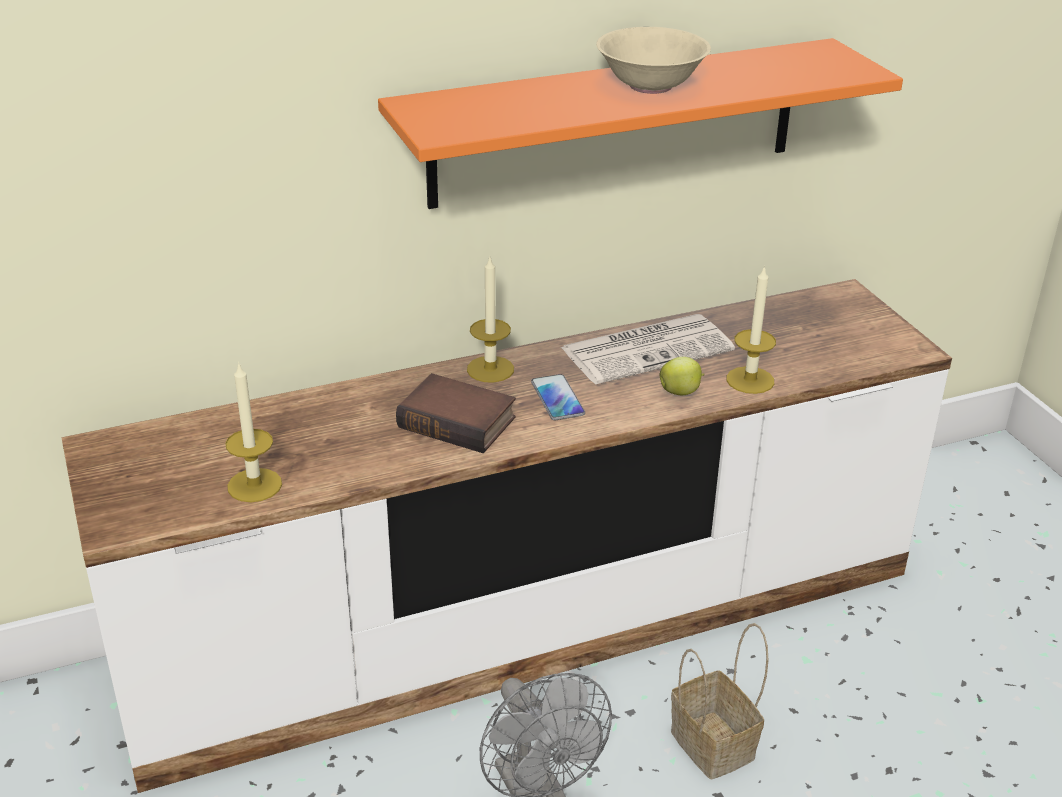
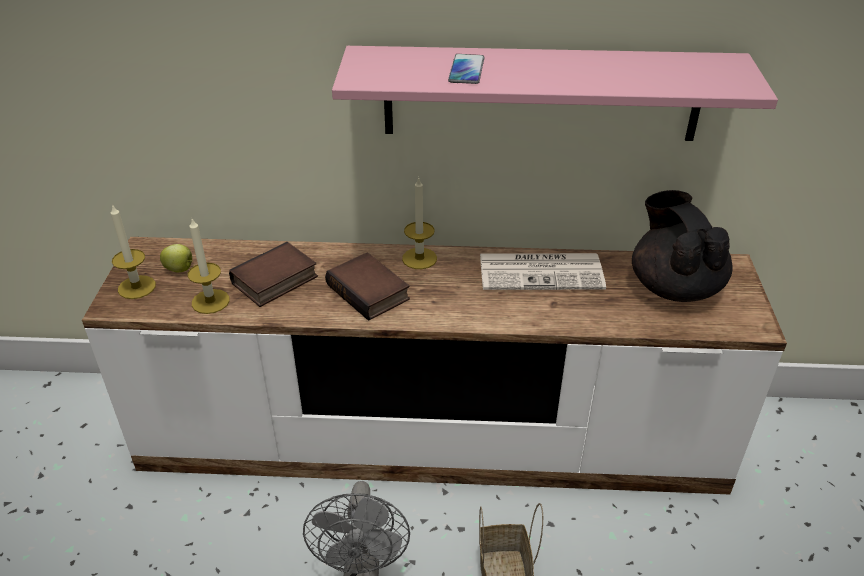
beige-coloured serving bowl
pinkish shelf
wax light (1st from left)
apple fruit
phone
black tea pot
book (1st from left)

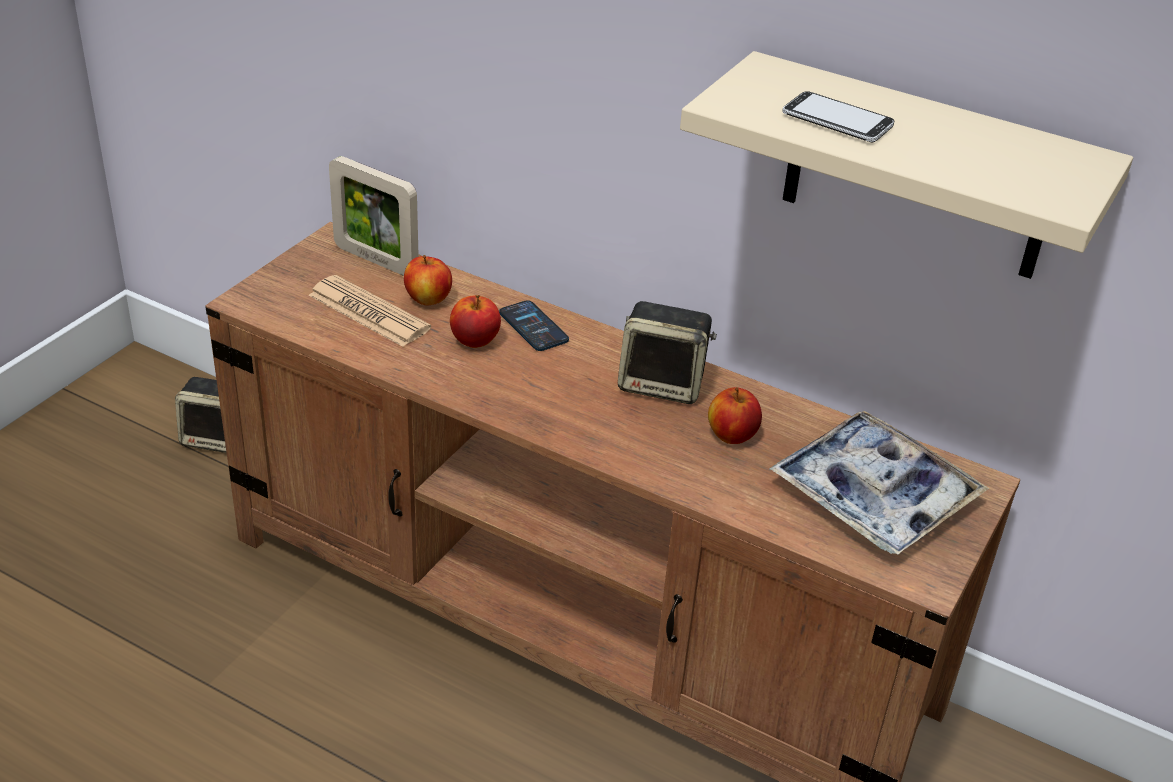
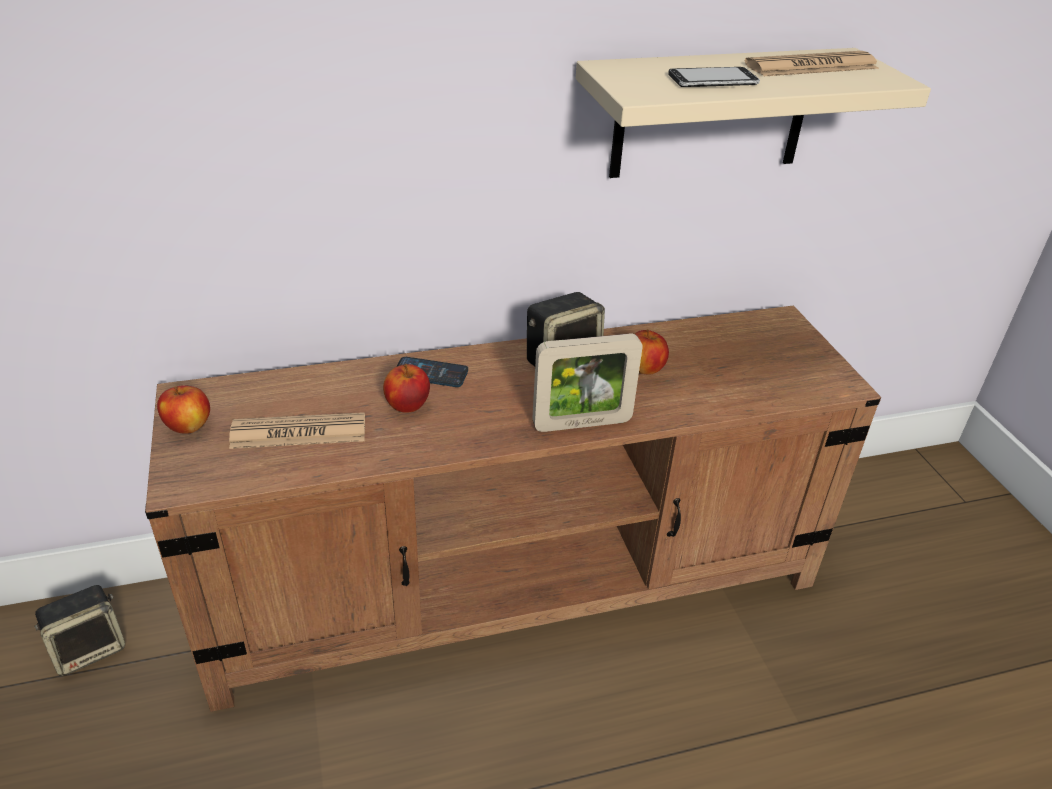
picture frame
apple fruit (1st from left)
serving tray
newspaper (2nd from left)

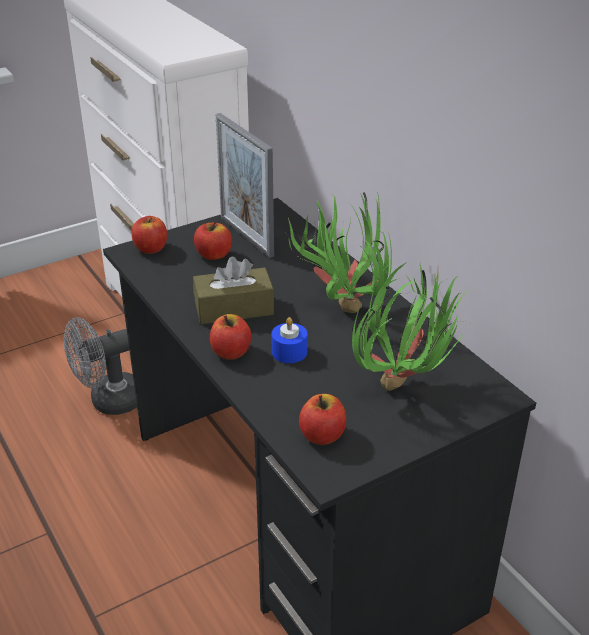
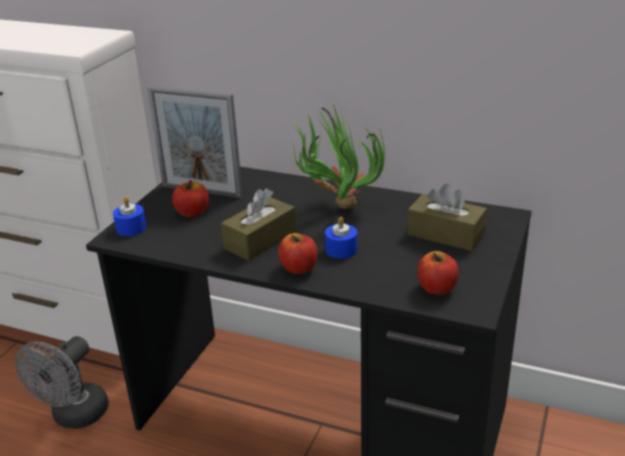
bluish wax light (1st from left)
brownish tissue box (2nd from left)

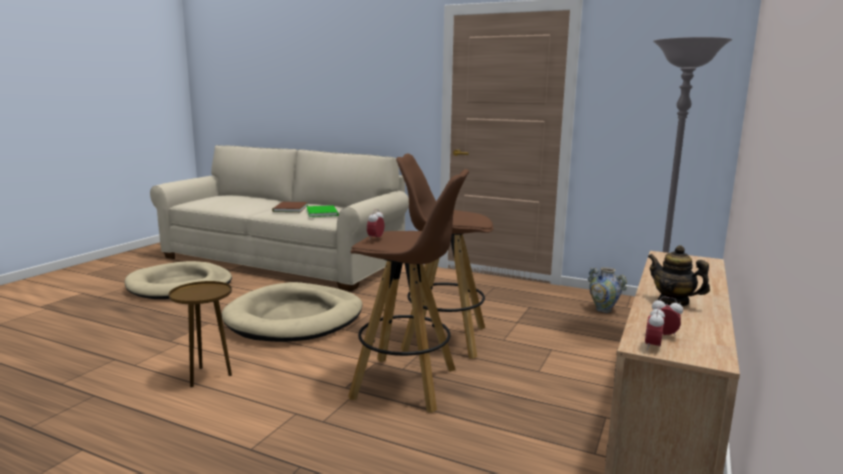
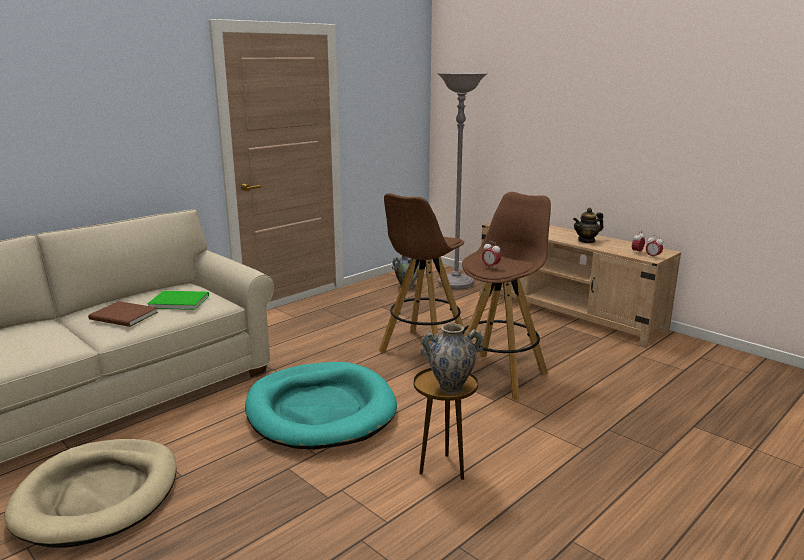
blue-green dog cushion
decorative vase (2nd from left)

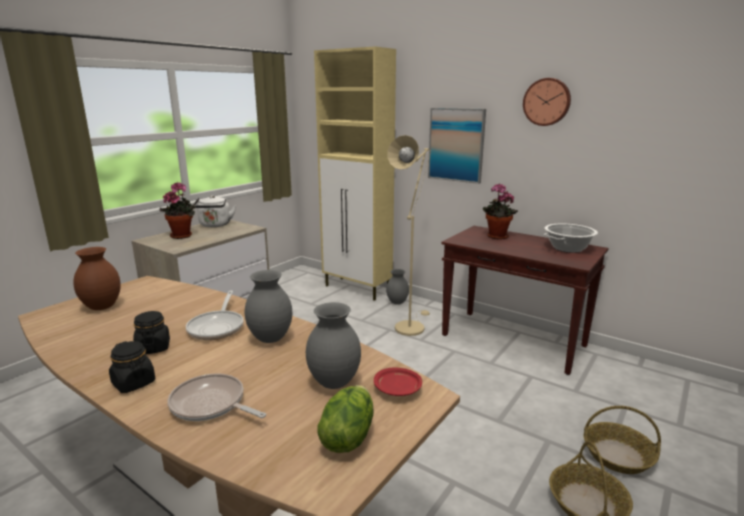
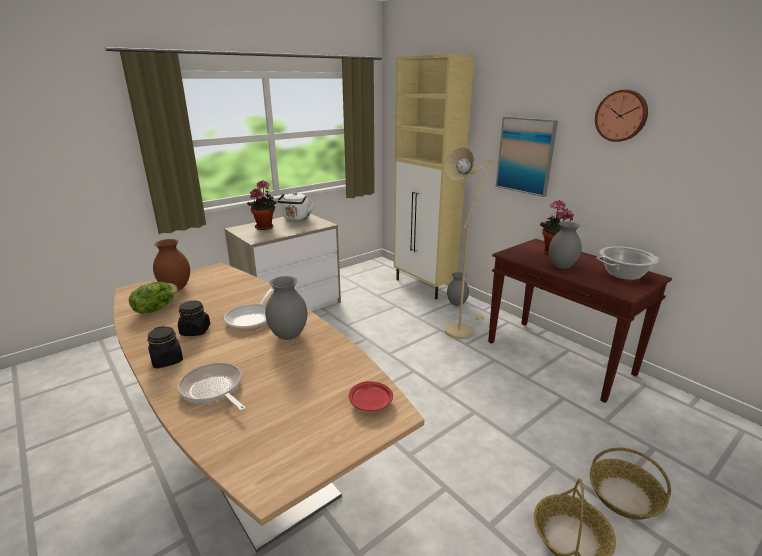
greyish decorative vase (3rd from left)
head of lettuce

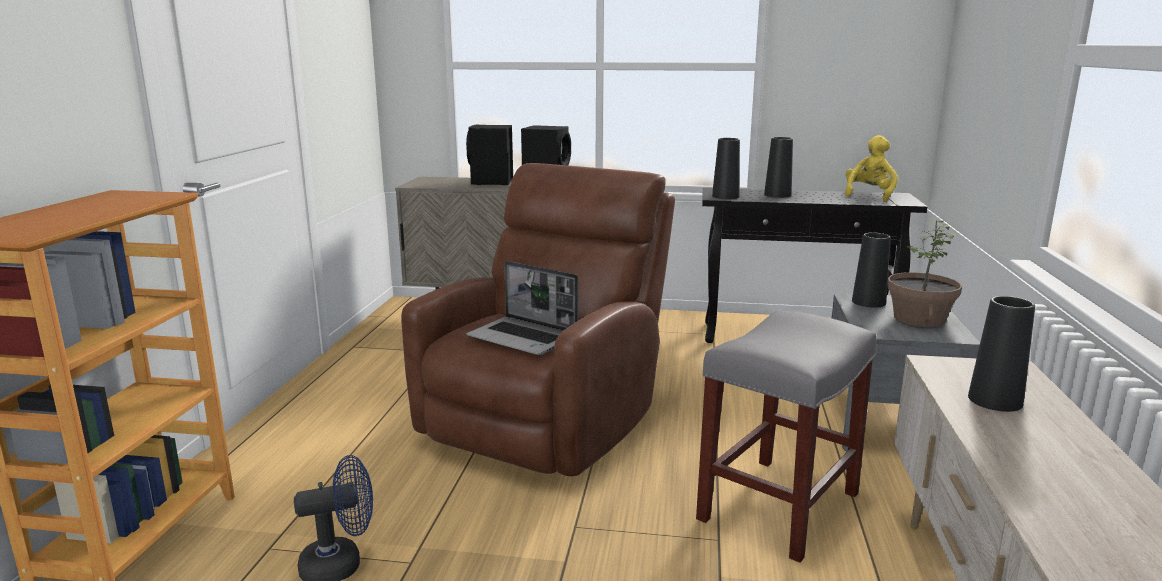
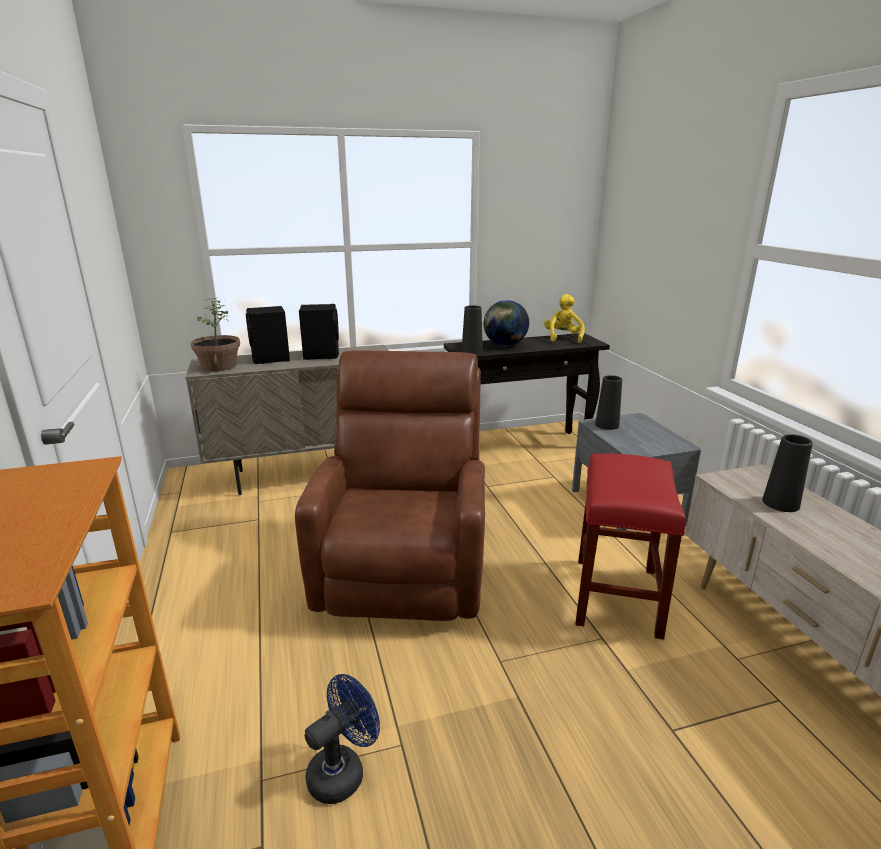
world globe
potted plant
portable computer
red-coloured stool seat

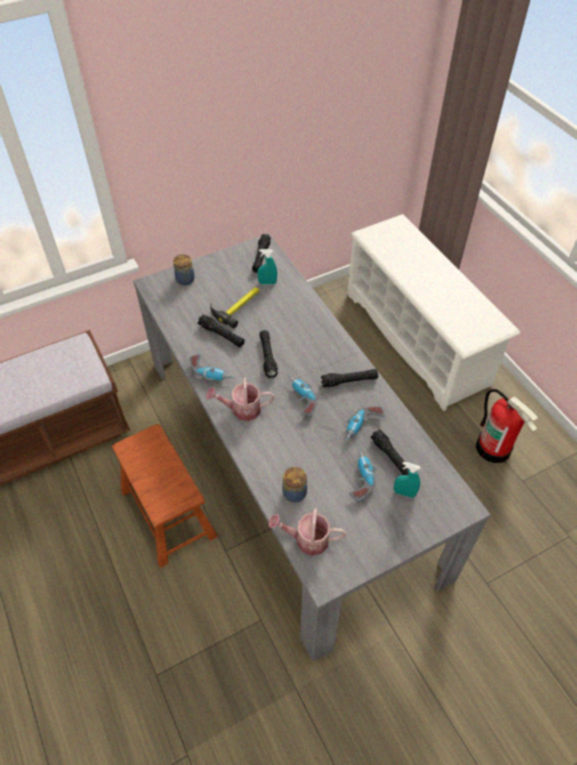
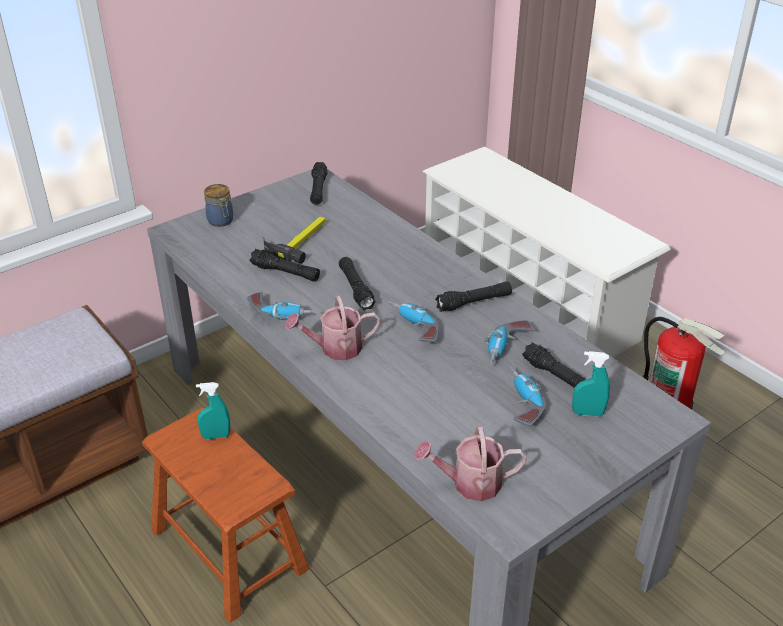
blue-green hand sprayer (1st from left)
preserve jar (2nd from left in the first image)

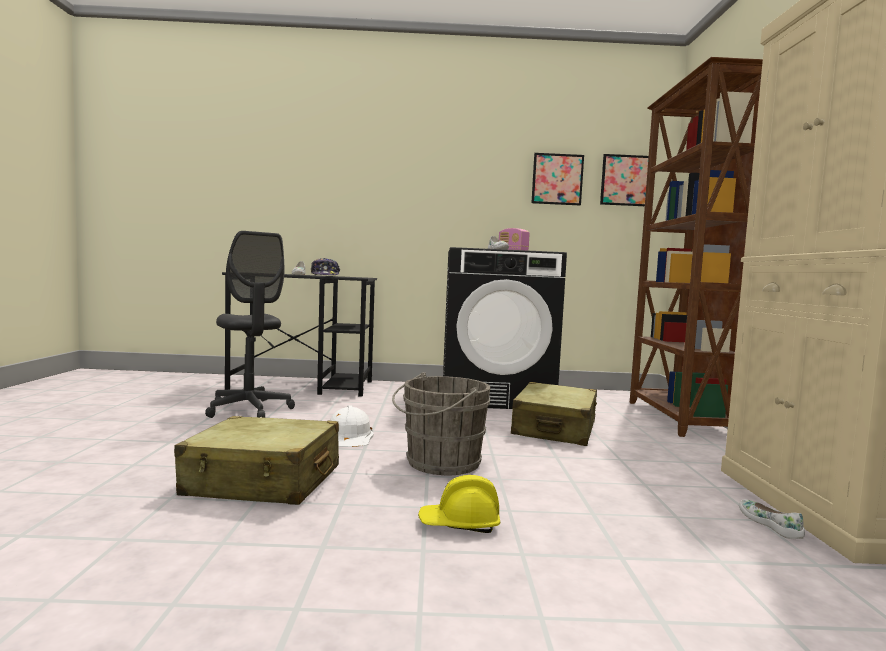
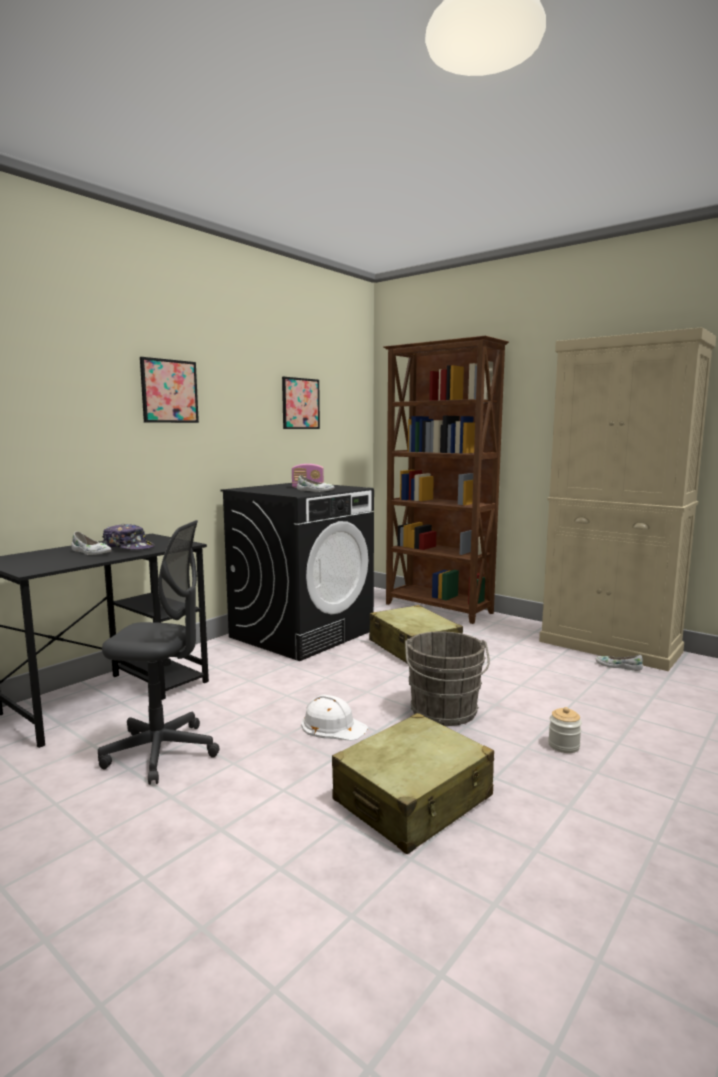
wall picture (1st from left)
preserve jar

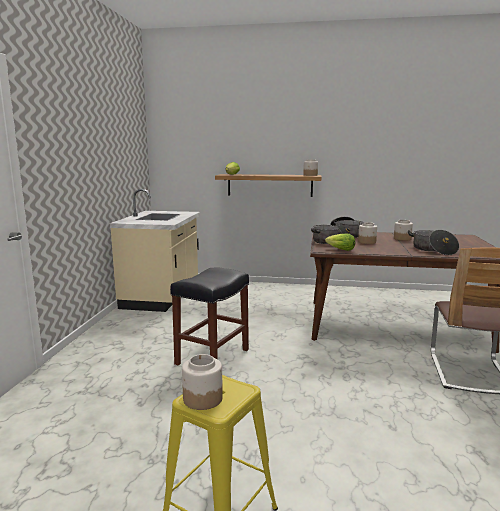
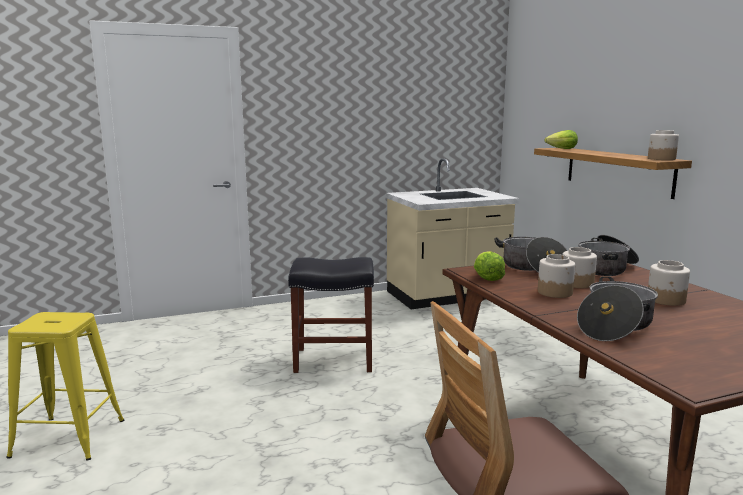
preserve jar (1st from left)

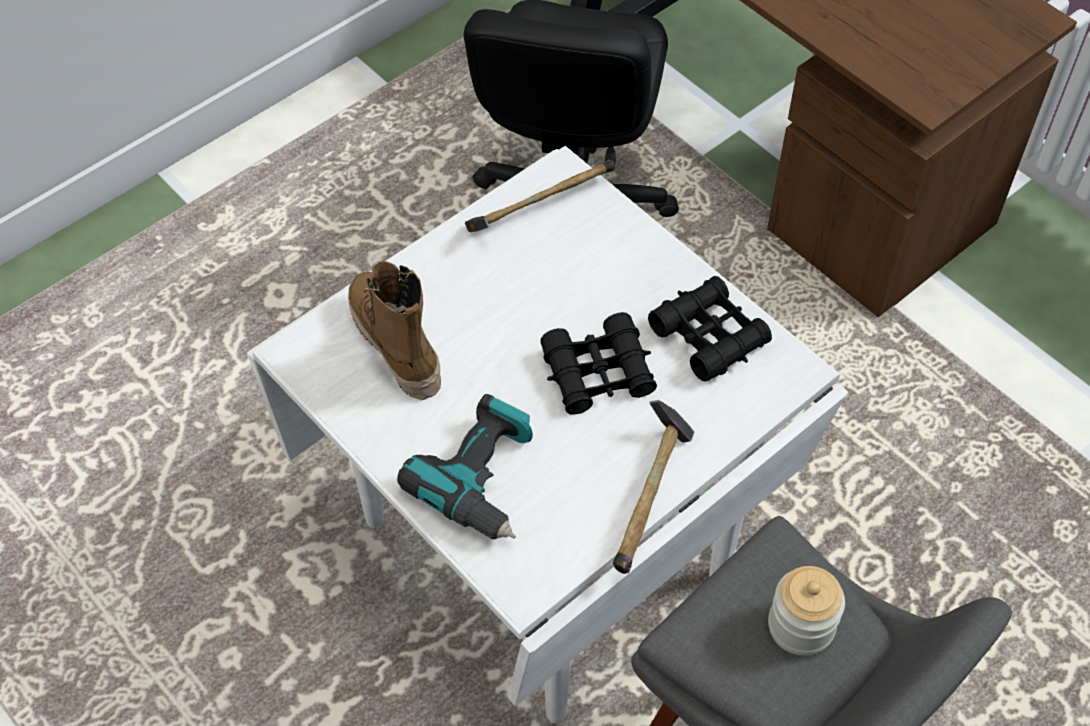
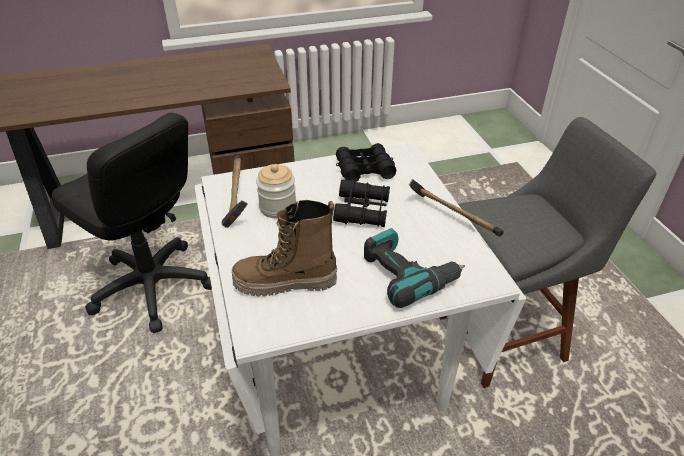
preserve jar

